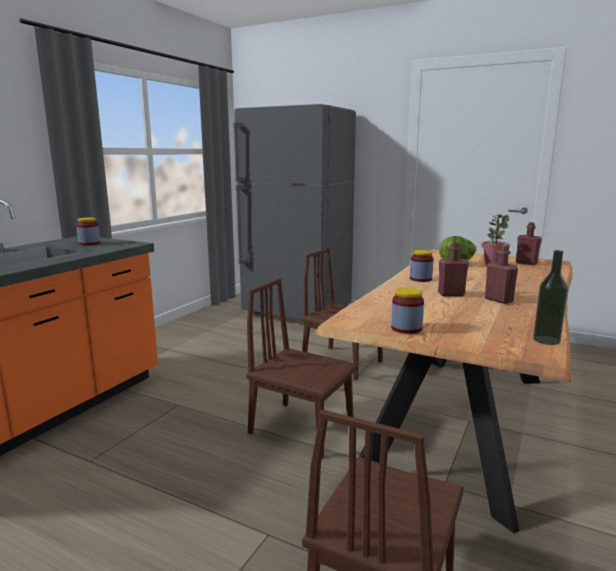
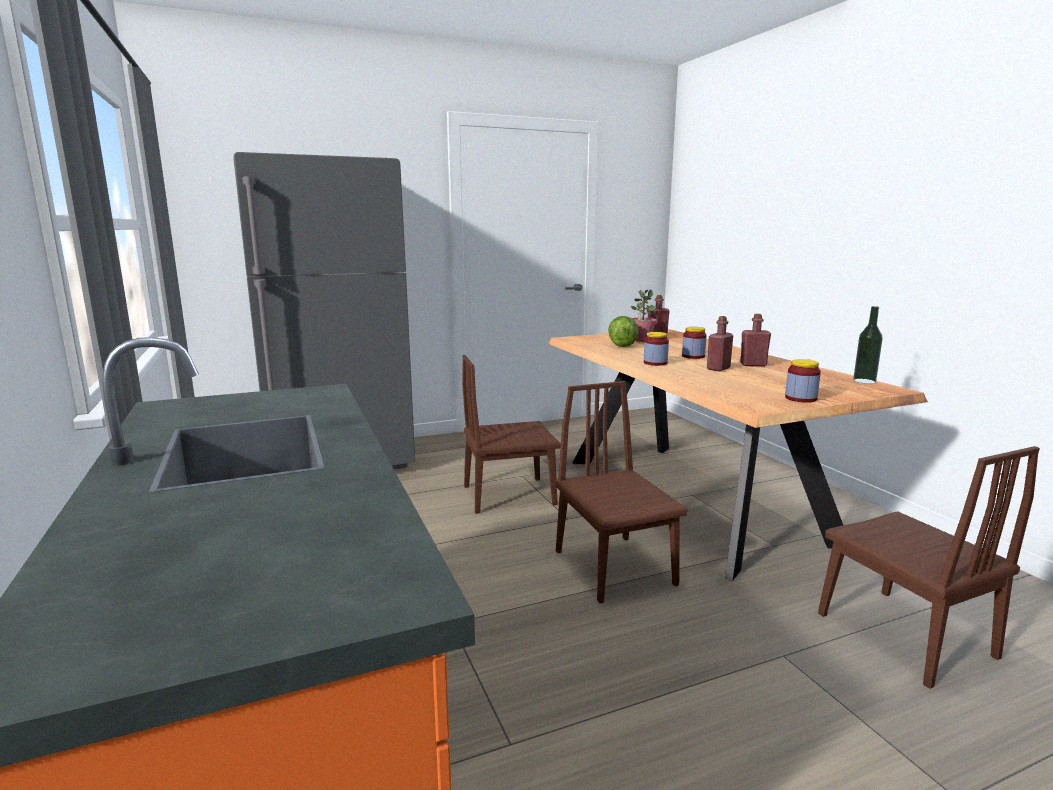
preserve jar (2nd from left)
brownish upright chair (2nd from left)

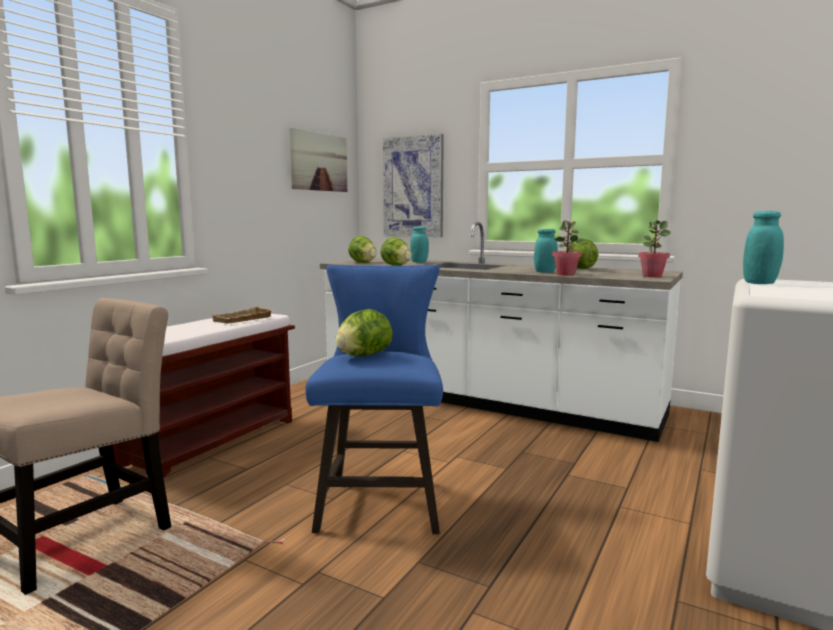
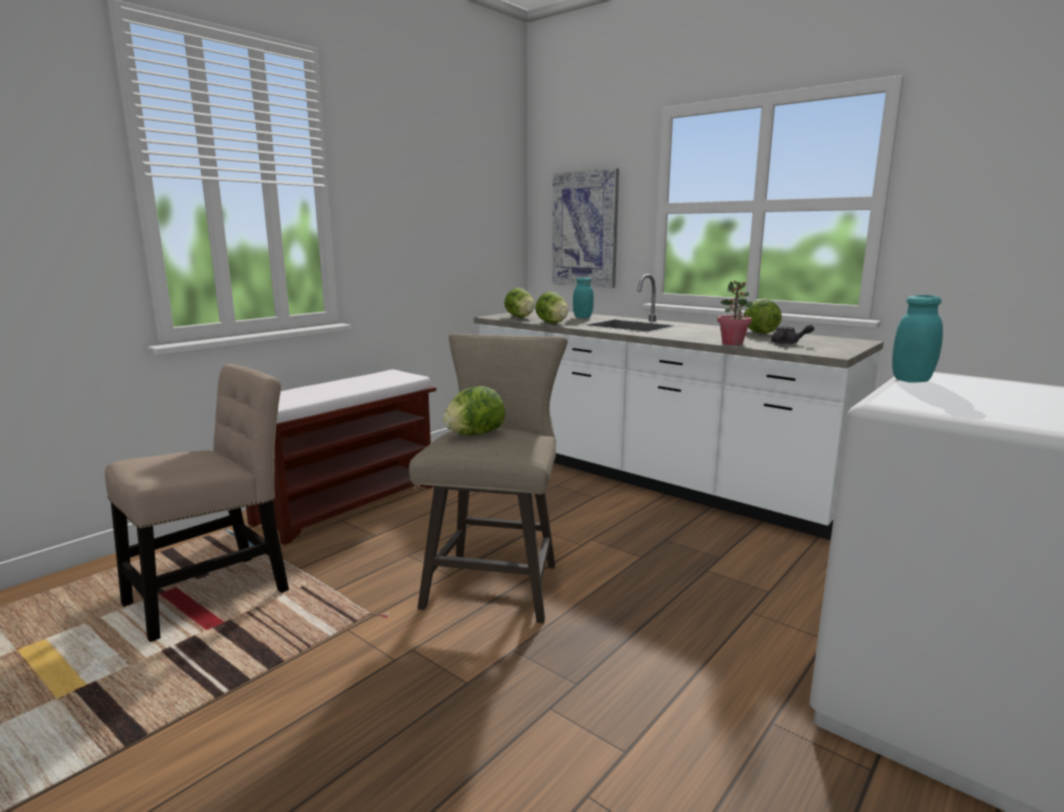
wall picture (1st from left in the first image)
potted plant (2nd from left in the first image)
blue-green preserve jar (2nd from left in the first image)
beige-coloured stool seat
beige-coloured serving tray
greyish tea pot

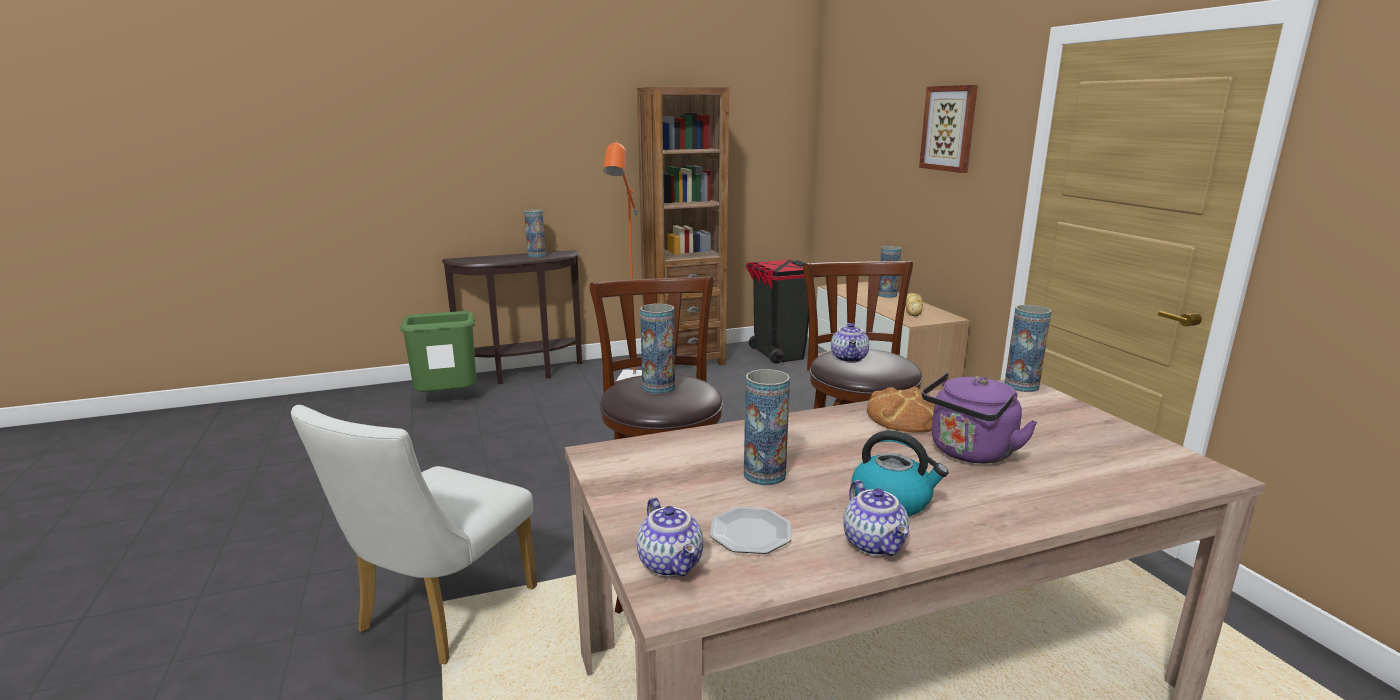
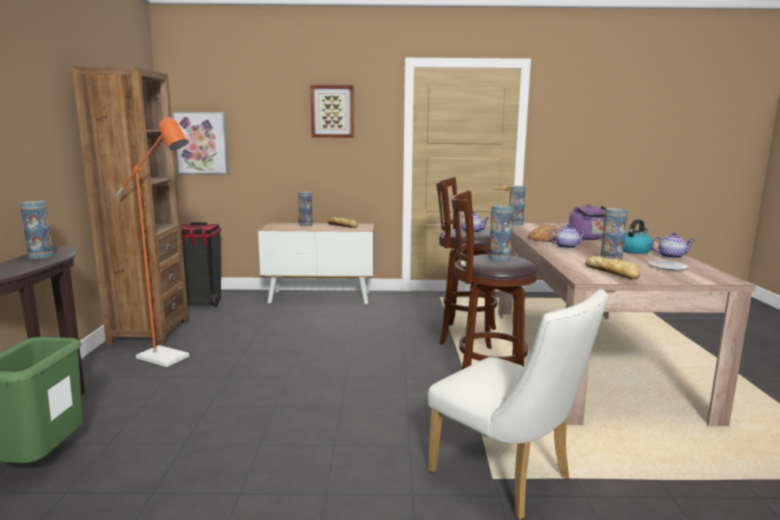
tea pot (2nd from left)
wall picture (1st from left)
bakery bread (3rd from left)

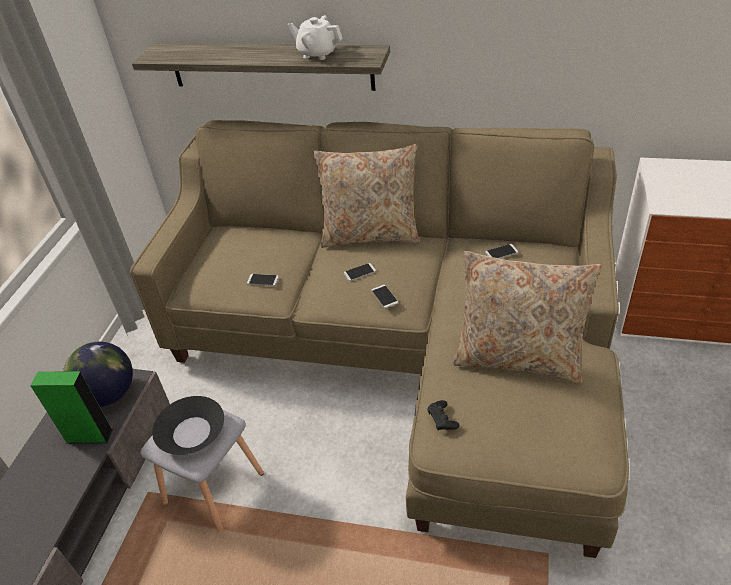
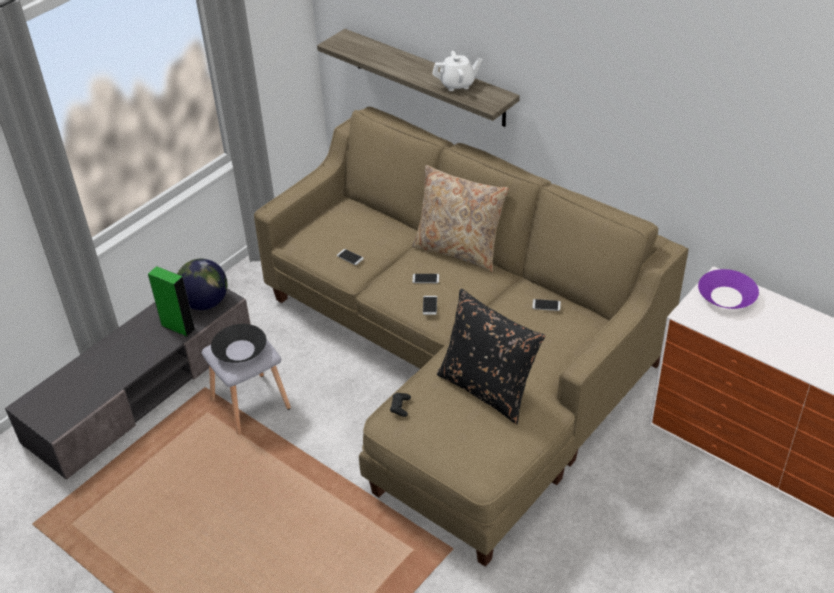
white-coloured tea pot
black throw pillow
purplish serving bowl

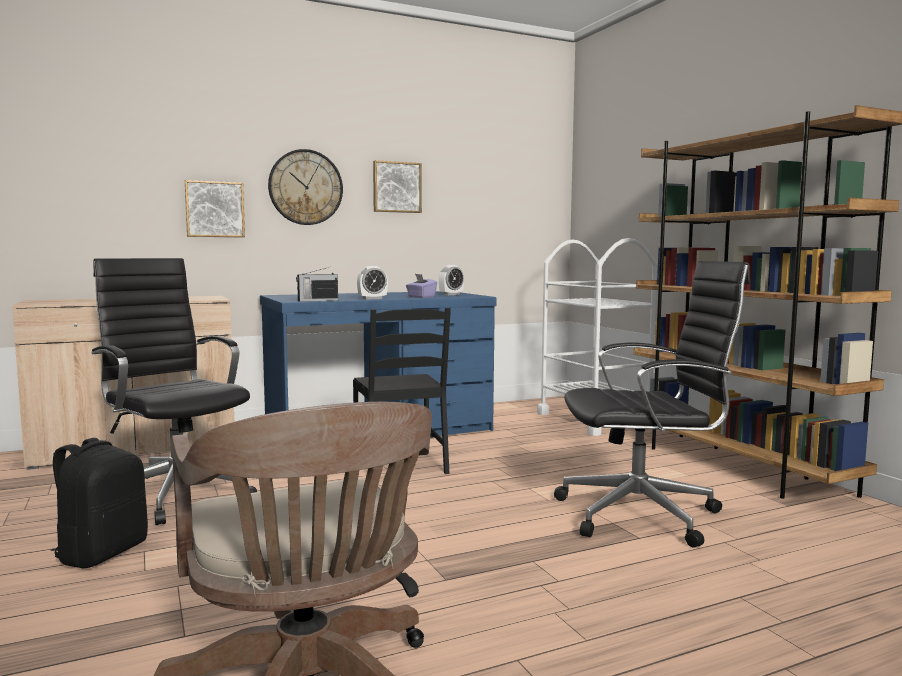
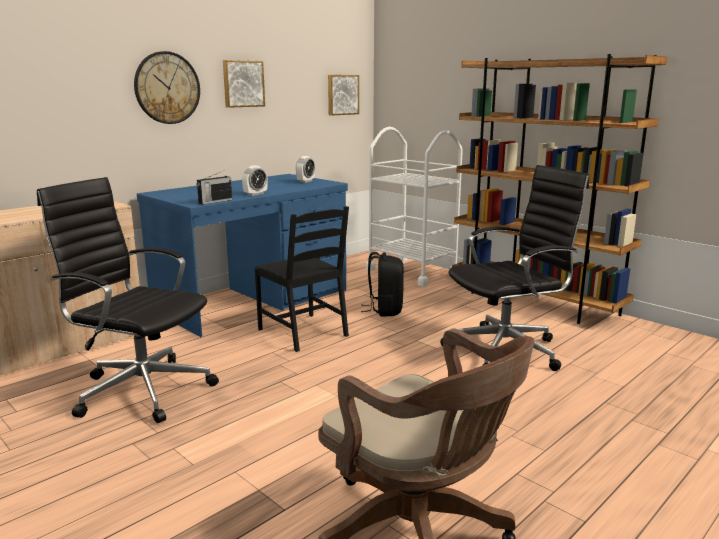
wall picture (2nd from left)
purplish tissue box
black rucksack

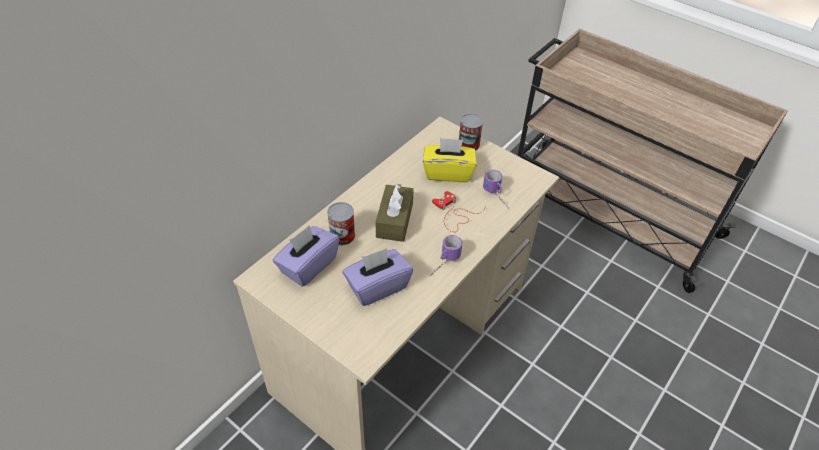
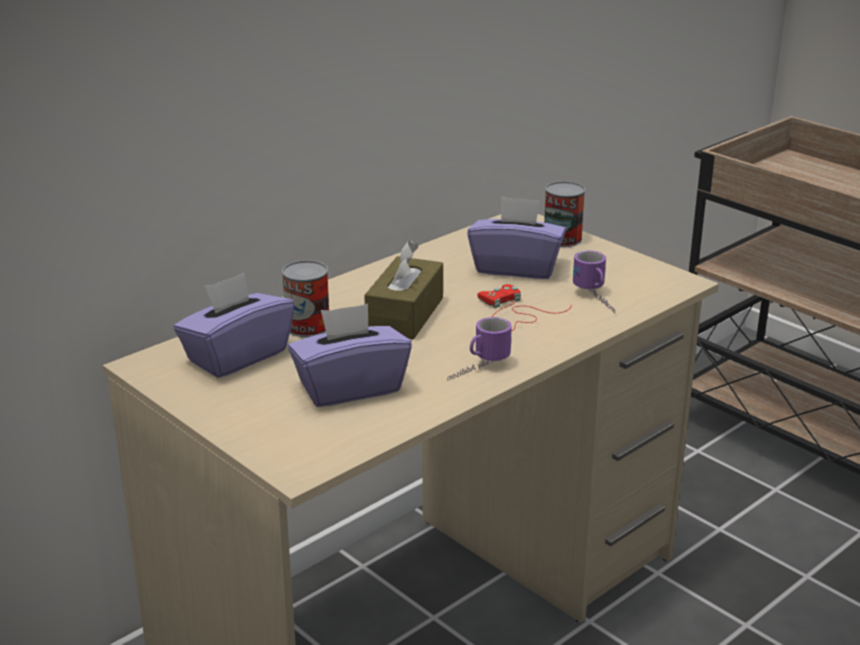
purplish tissue box (3rd from left)

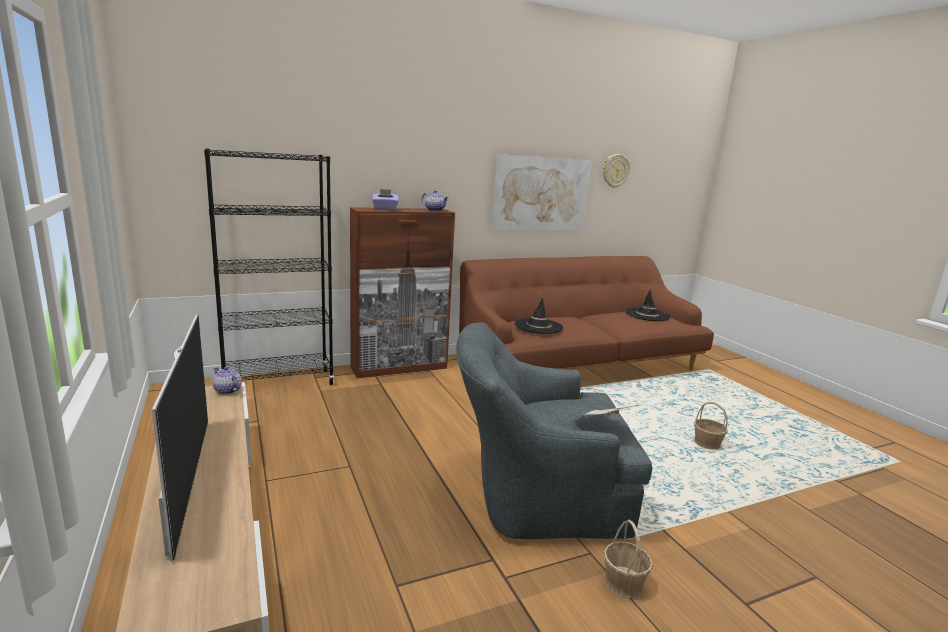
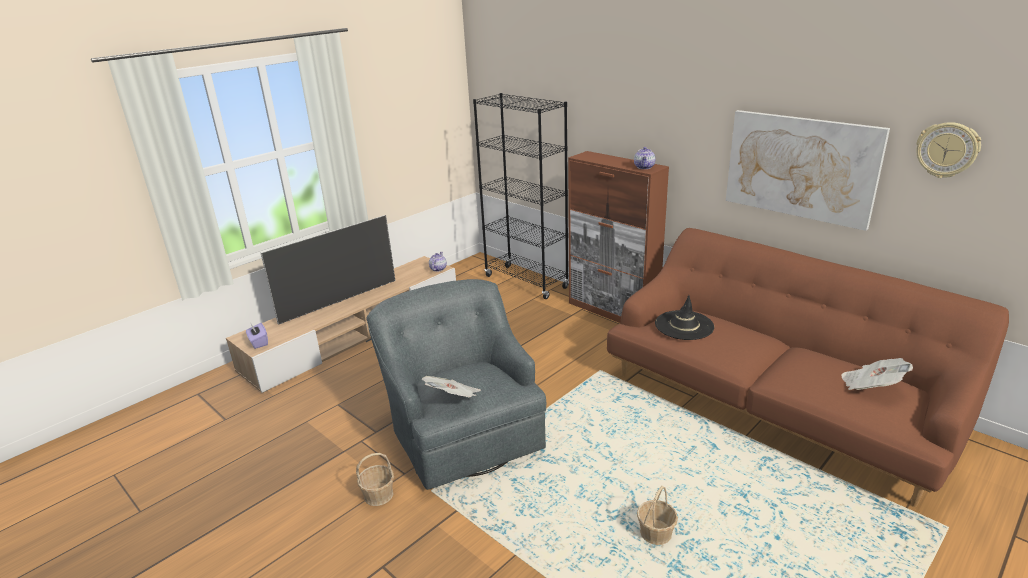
purplish tissue box
newspaper (2nd from left)

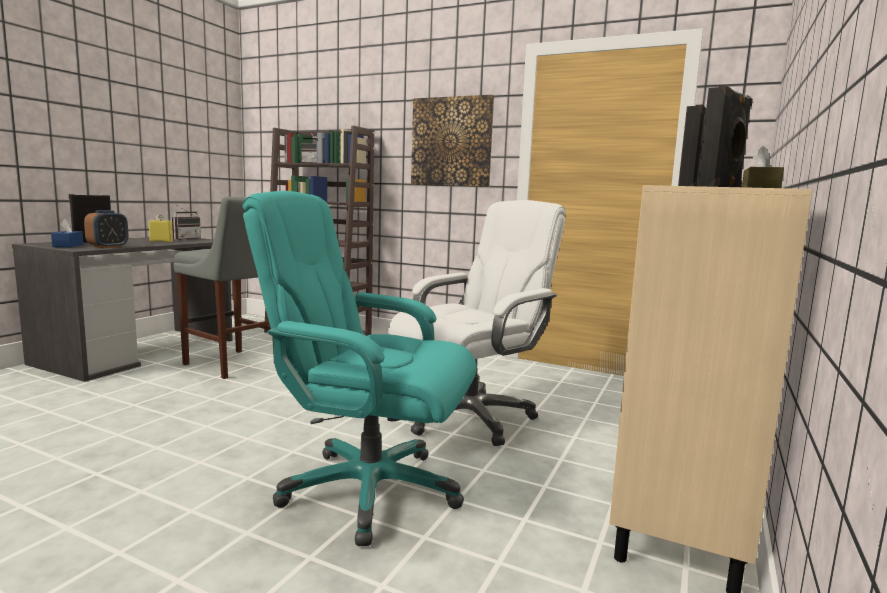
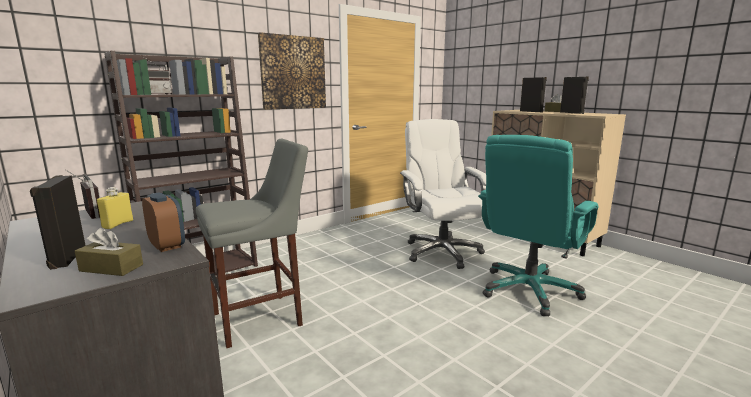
brownish tissue box (1st from left)

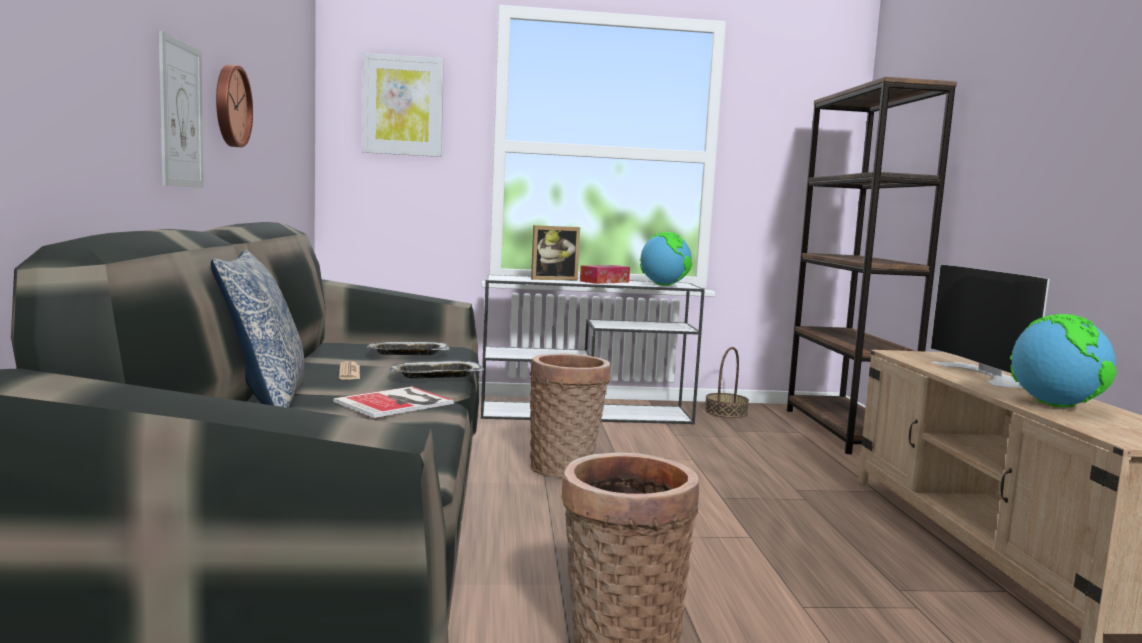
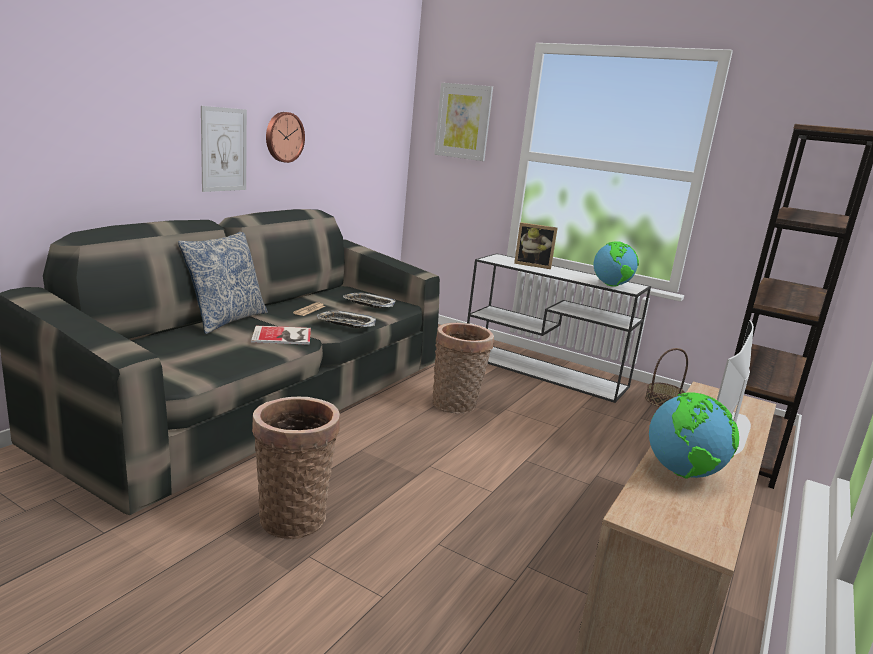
tissue box

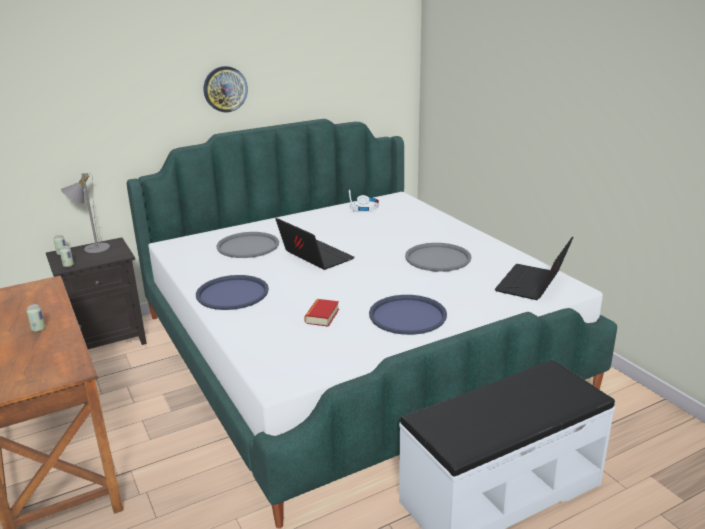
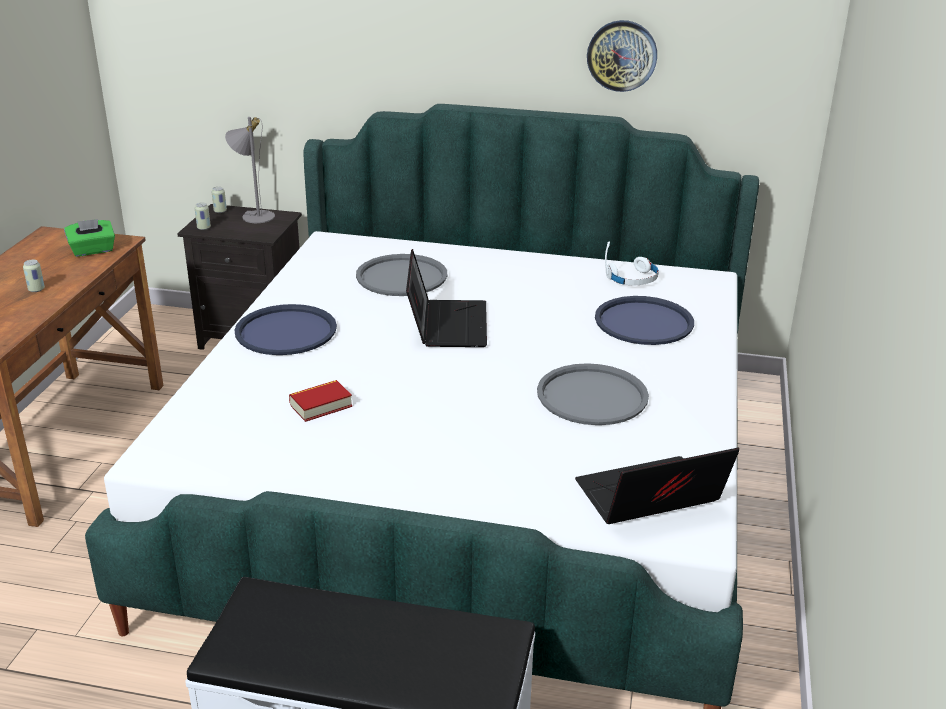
wall clock
bluish serving tray (2nd from left)
greenish tissue box

